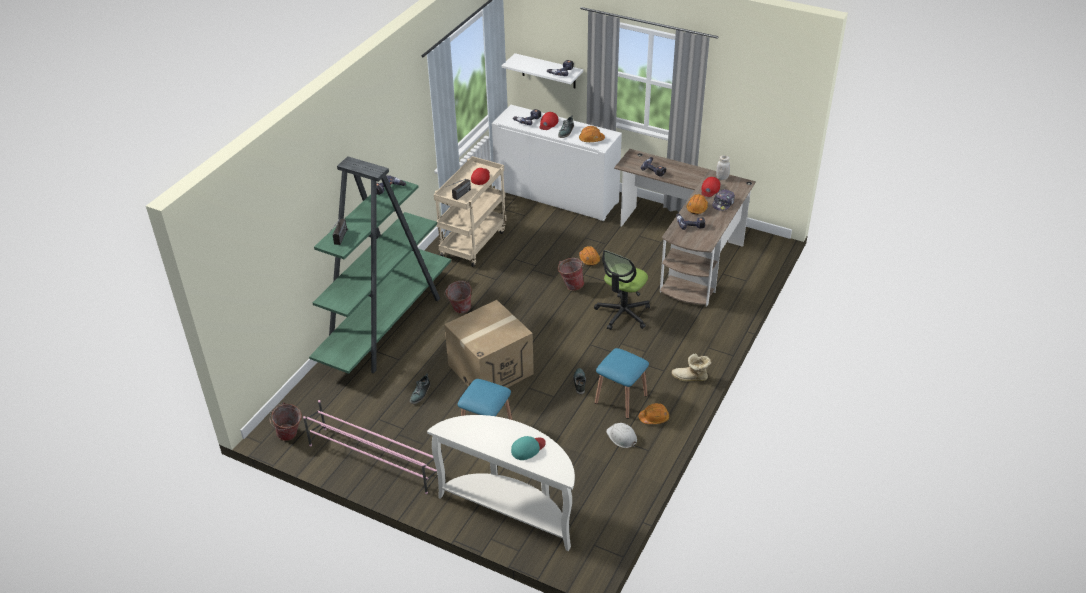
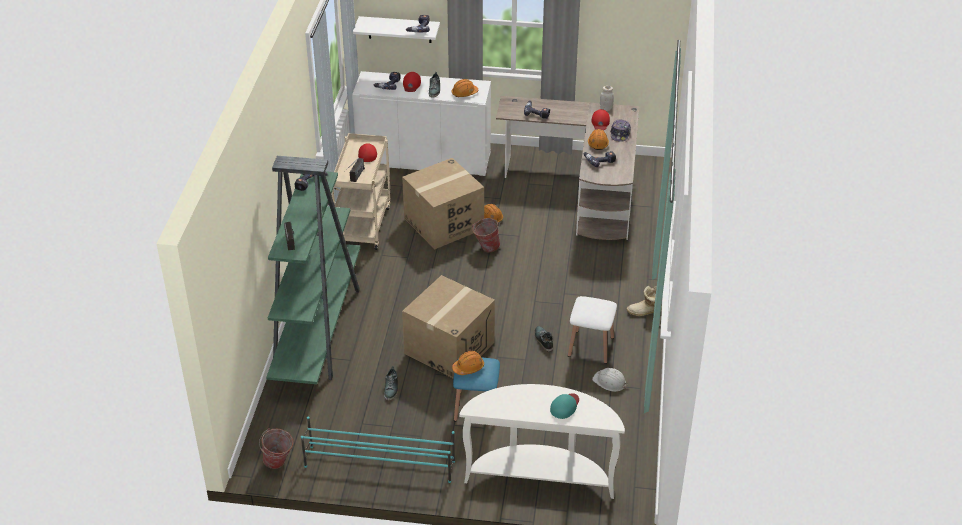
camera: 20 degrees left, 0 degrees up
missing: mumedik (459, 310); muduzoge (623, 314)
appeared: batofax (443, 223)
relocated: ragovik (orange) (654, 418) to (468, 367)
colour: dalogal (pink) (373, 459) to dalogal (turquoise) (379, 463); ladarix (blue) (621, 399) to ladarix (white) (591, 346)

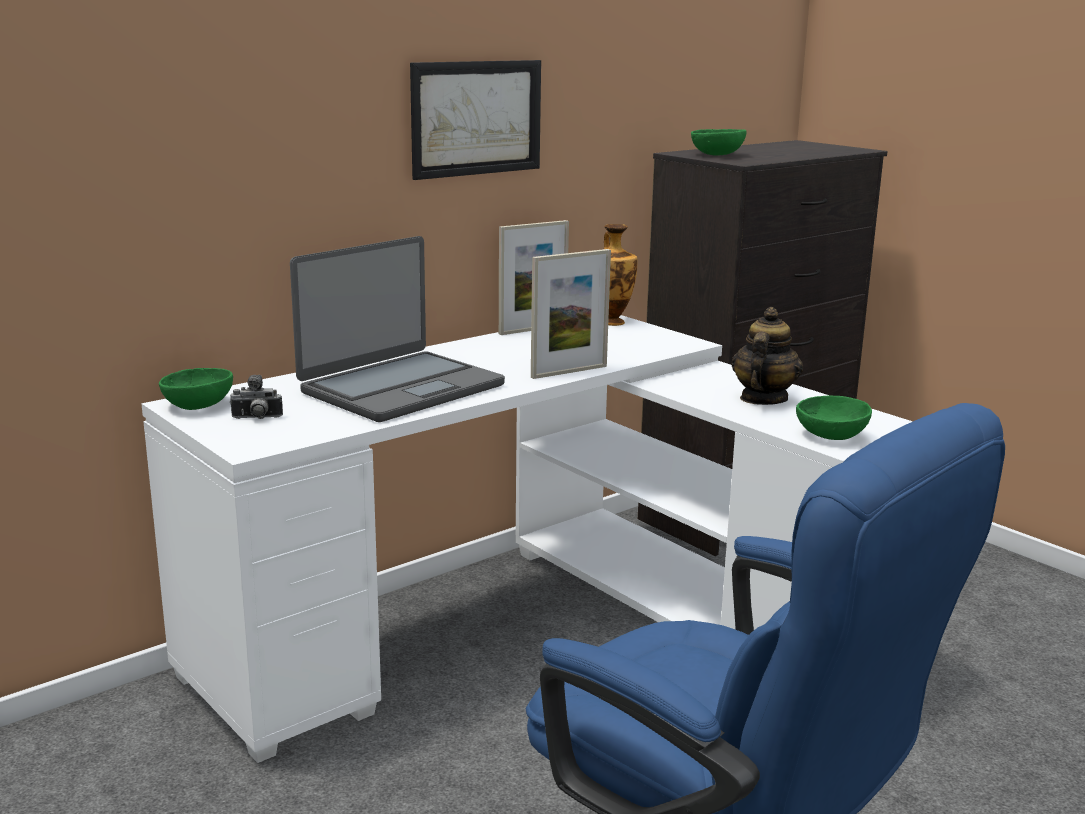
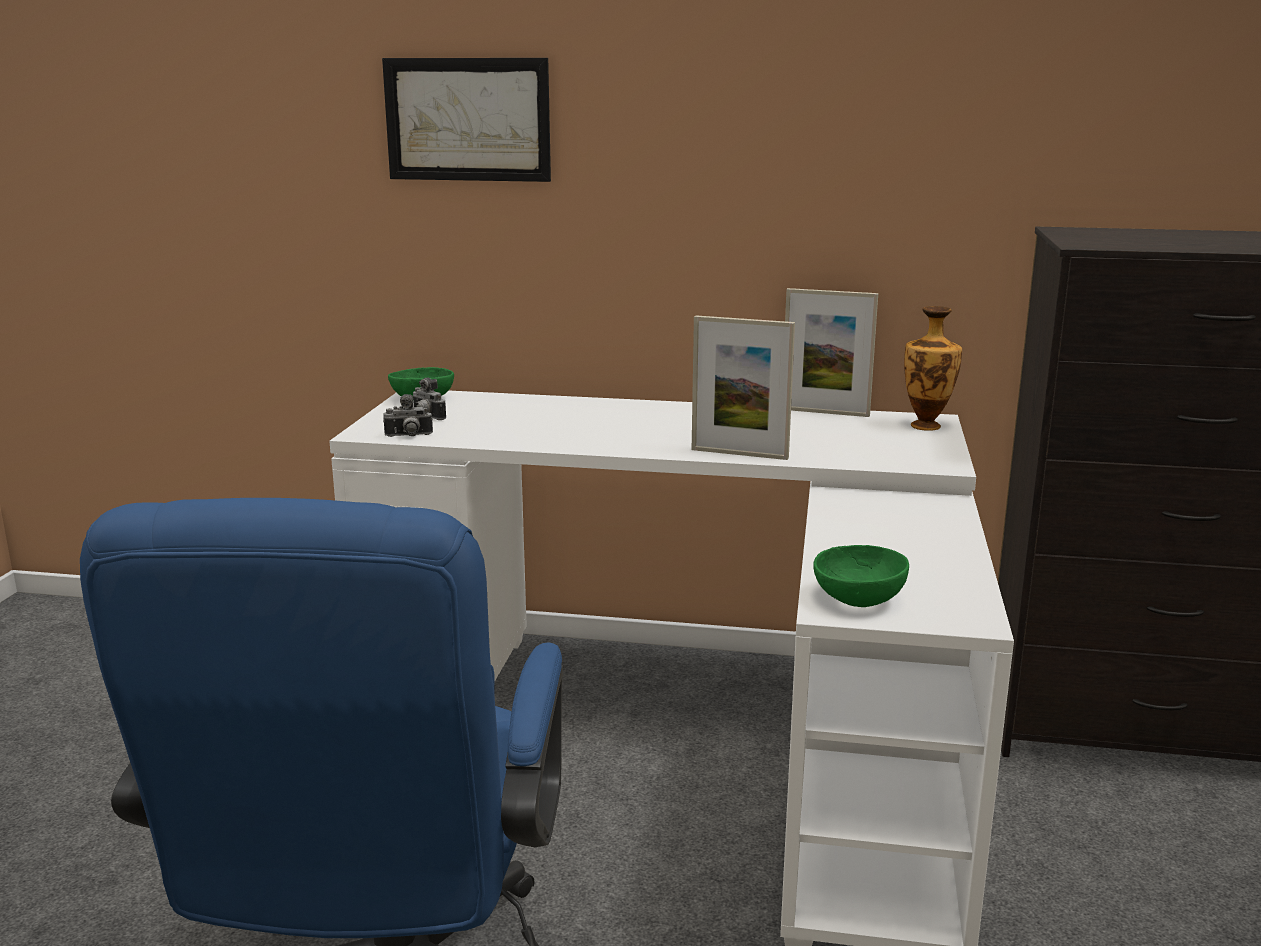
camera: 50 degrees right, 0 degrees up
missing: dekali (401, 388); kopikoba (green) (716, 154); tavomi (763, 399)
appeared: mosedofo (408, 436)
relocated: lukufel (476, 118) to (467, 119)

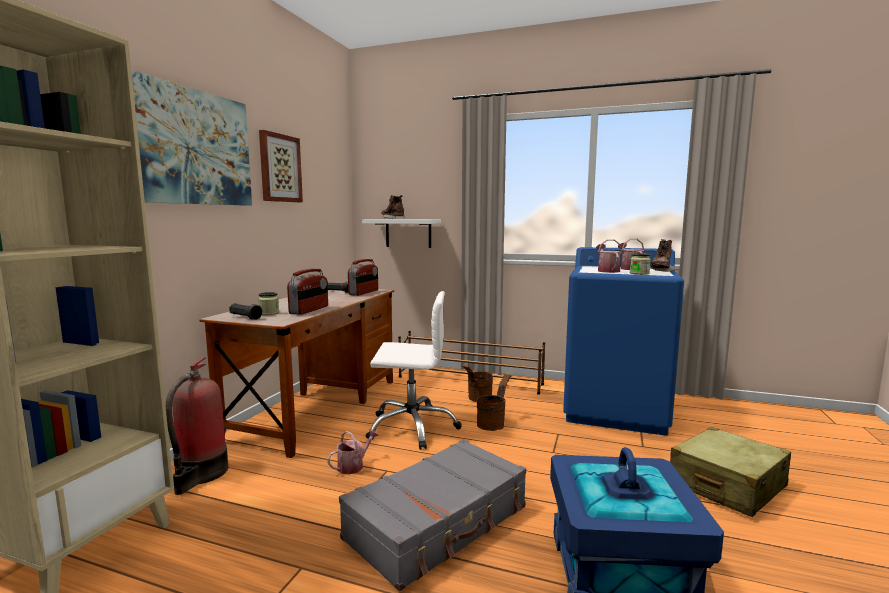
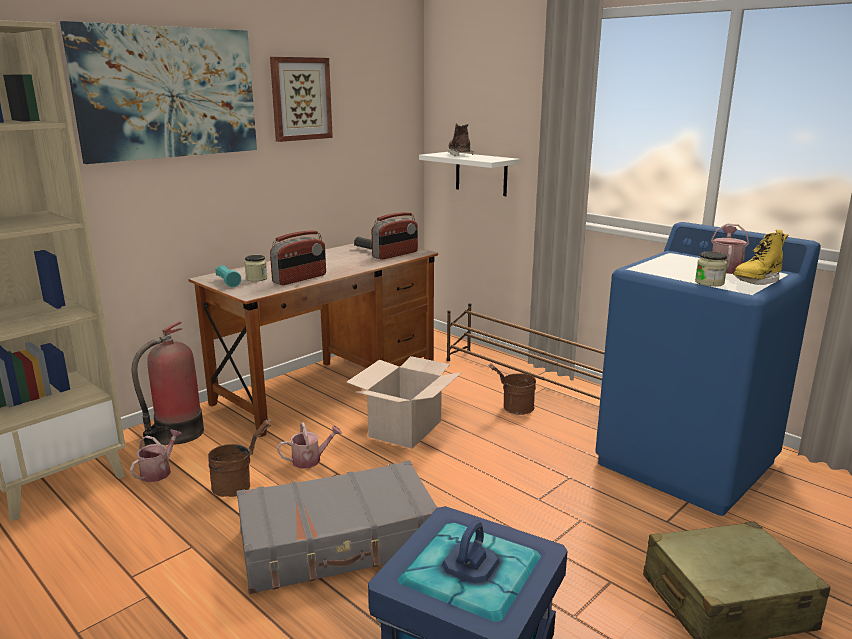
camera: 25 degrees right, 10 degrees up
relocated: mumedik (brown) (493, 424) to (239, 485); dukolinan (607, 271) to (159, 471)
exchanged: muduzoge (white) (412, 427) to batofax (406, 429)
colour: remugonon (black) (245, 317) to remugonon (turquoise) (228, 282); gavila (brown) (660, 271) to gavila (yellow) (756, 281)

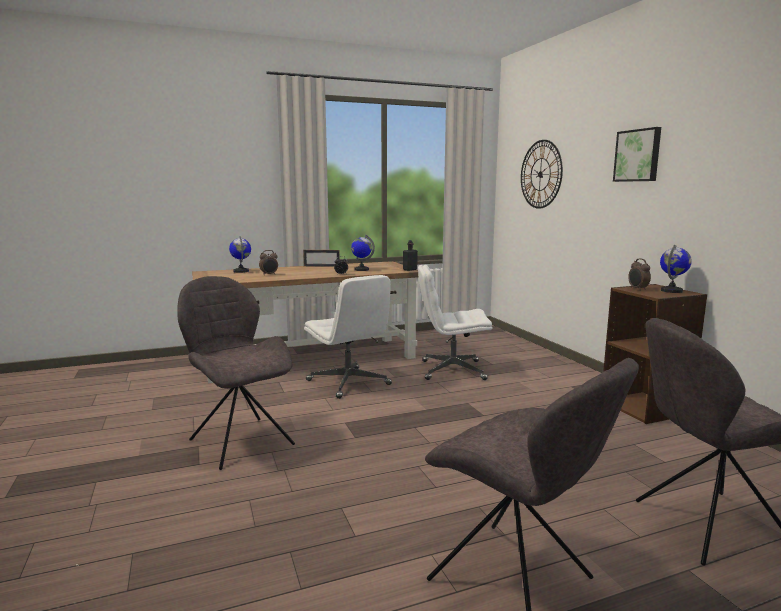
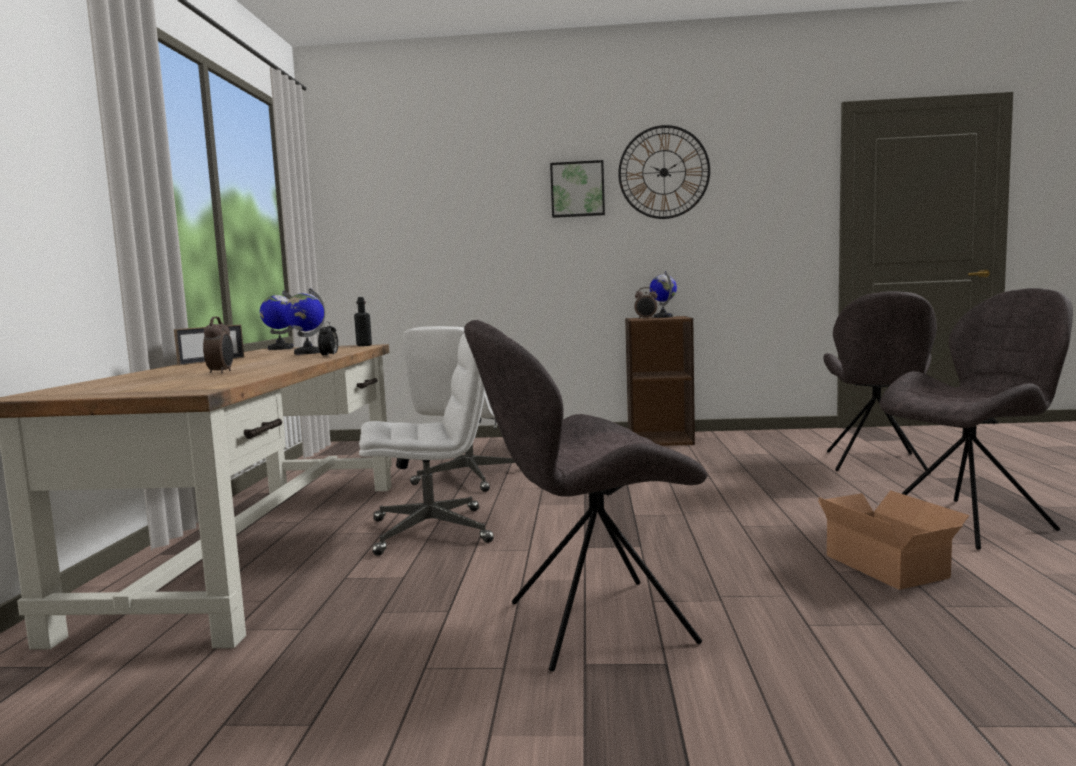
camera: 65 degrees left, 5 degrees down
appeared: batofax (887, 565)
relocated: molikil (241, 271) to (280, 348); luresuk (540, 174) to (664, 172)

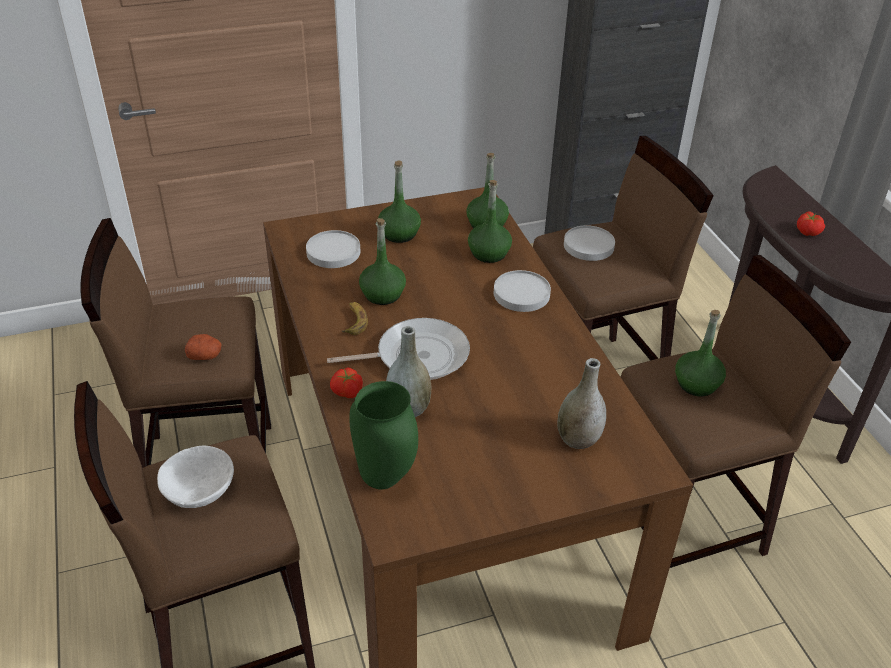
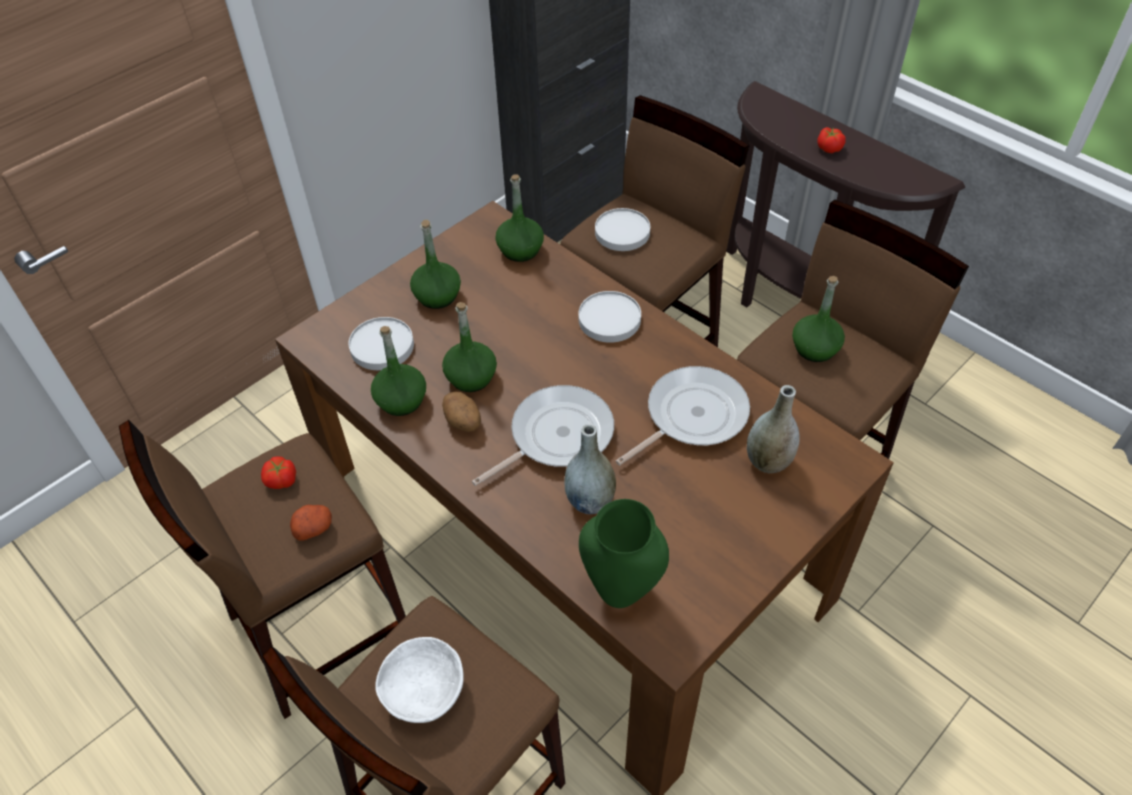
camera: 25 degrees left, 10 degrees up
appeared: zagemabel (691, 416)
relocated: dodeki (347, 391) to (281, 480); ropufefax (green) (489, 253) to (401, 400)
exchanged: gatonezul (354, 321) to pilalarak (463, 422)

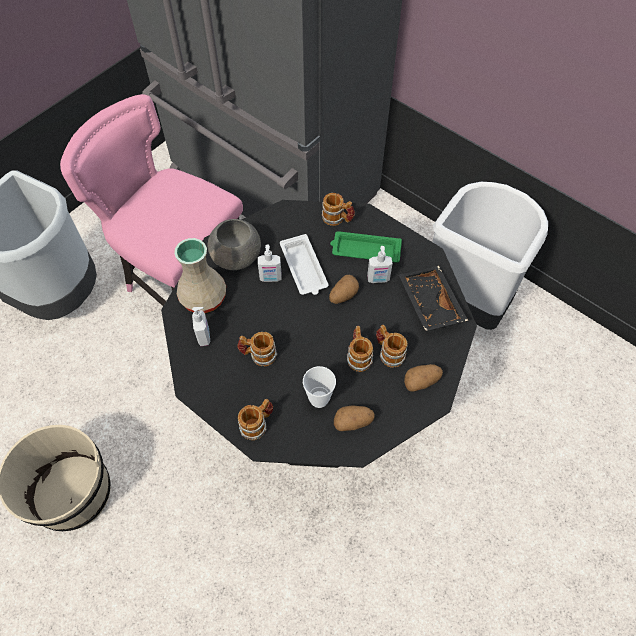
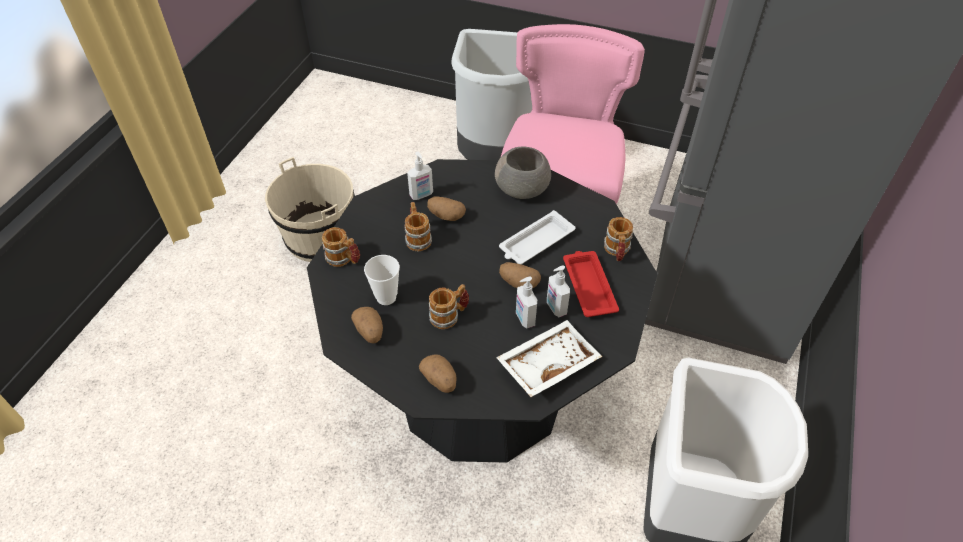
camera: 70 degrees right, 10 degrees down
missing: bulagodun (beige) (204, 298); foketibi (388, 352)
appeared: pilalarak (446, 216)
relocated: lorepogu (270, 278) to (524, 319)
colour: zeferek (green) (365, 250) to zeferek (red) (588, 286); zeferek (black) (429, 303) to zeferek (white) (547, 363)

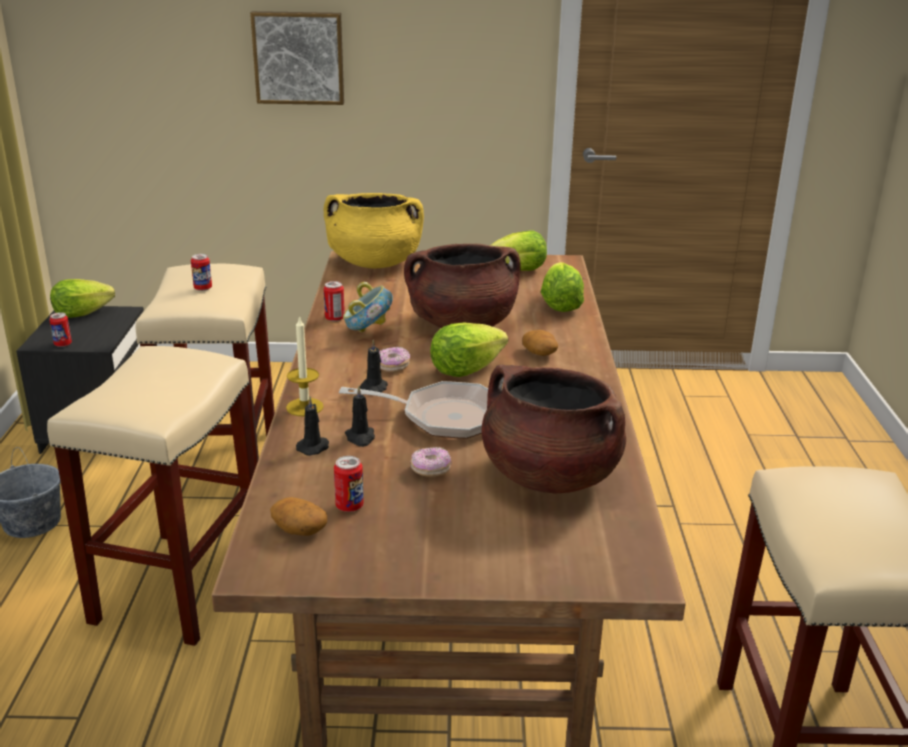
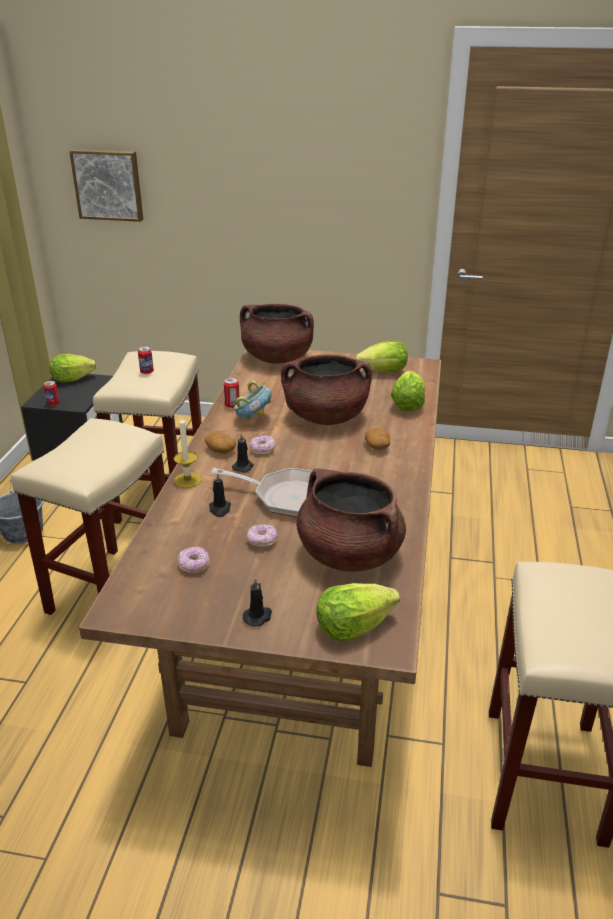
camera: 10 degrees right, 5 degrees up
relocated: lukufel (299, 57) to (108, 185); pilalarak (298, 529) to (220, 450); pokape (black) (314, 447) to (258, 617); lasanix (465, 370) to (352, 627)
exchanged: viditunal (349, 506) to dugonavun (194, 566)
colour: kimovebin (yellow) (374, 263) to kimovebin (brown) (277, 358)

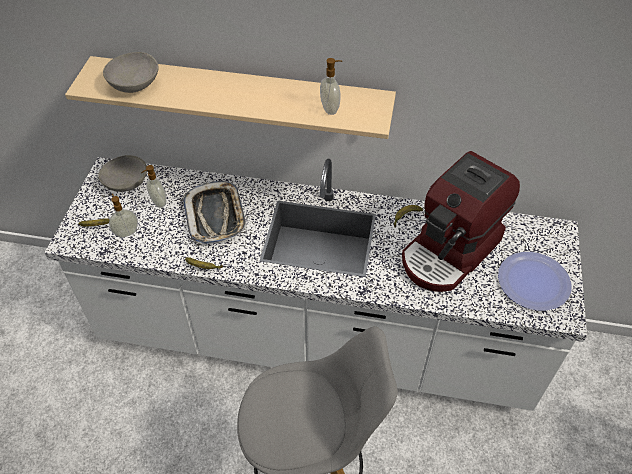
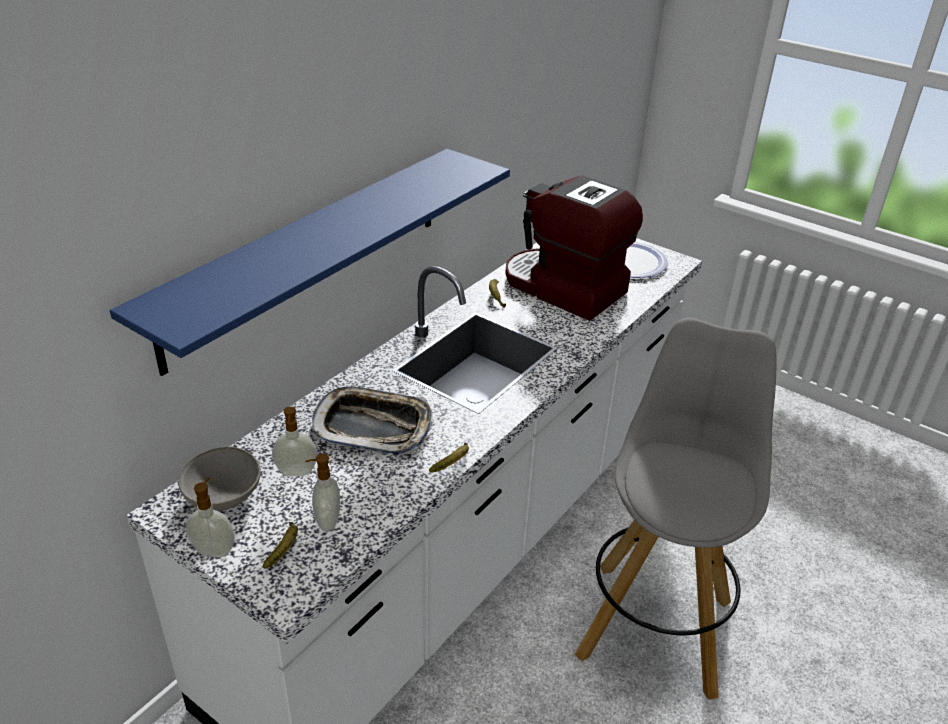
camera: 65 degrees left, 15 degrees down
missing: kopikoba (grey) (134, 84)
relocated: lorepogu (330, 108) to (214, 549)
colour: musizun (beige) (241, 96) to musizun (blue) (309, 253)
spun: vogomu (450, 252) = (563, 288) 150 degrees clockwise

